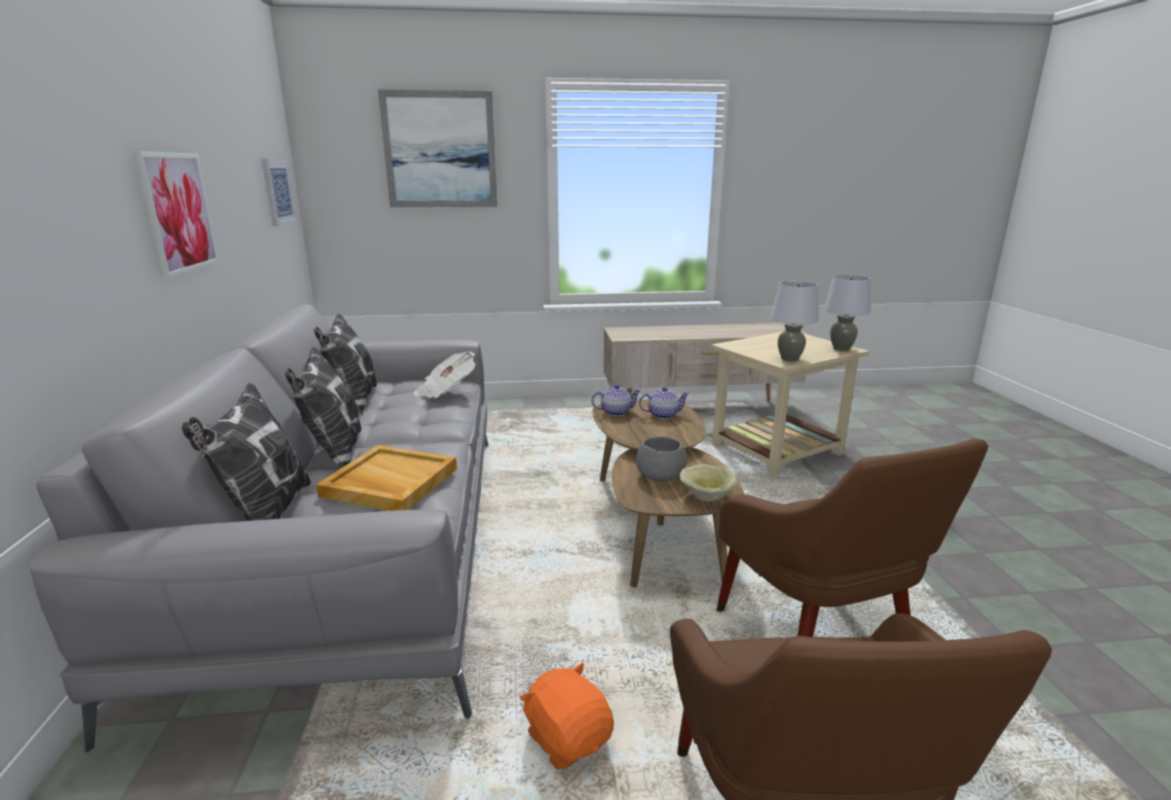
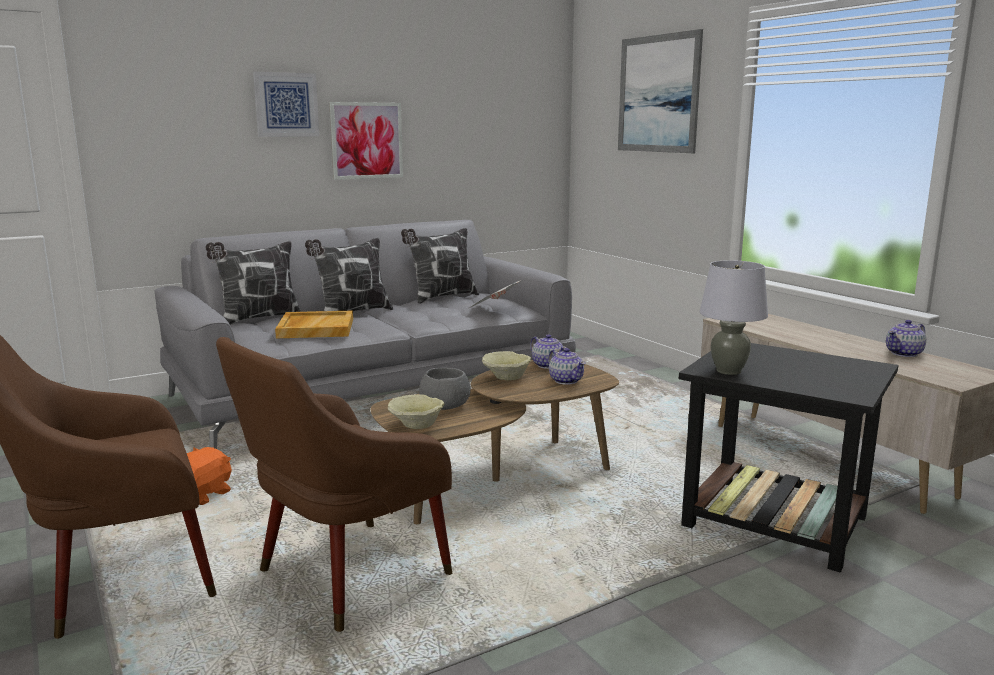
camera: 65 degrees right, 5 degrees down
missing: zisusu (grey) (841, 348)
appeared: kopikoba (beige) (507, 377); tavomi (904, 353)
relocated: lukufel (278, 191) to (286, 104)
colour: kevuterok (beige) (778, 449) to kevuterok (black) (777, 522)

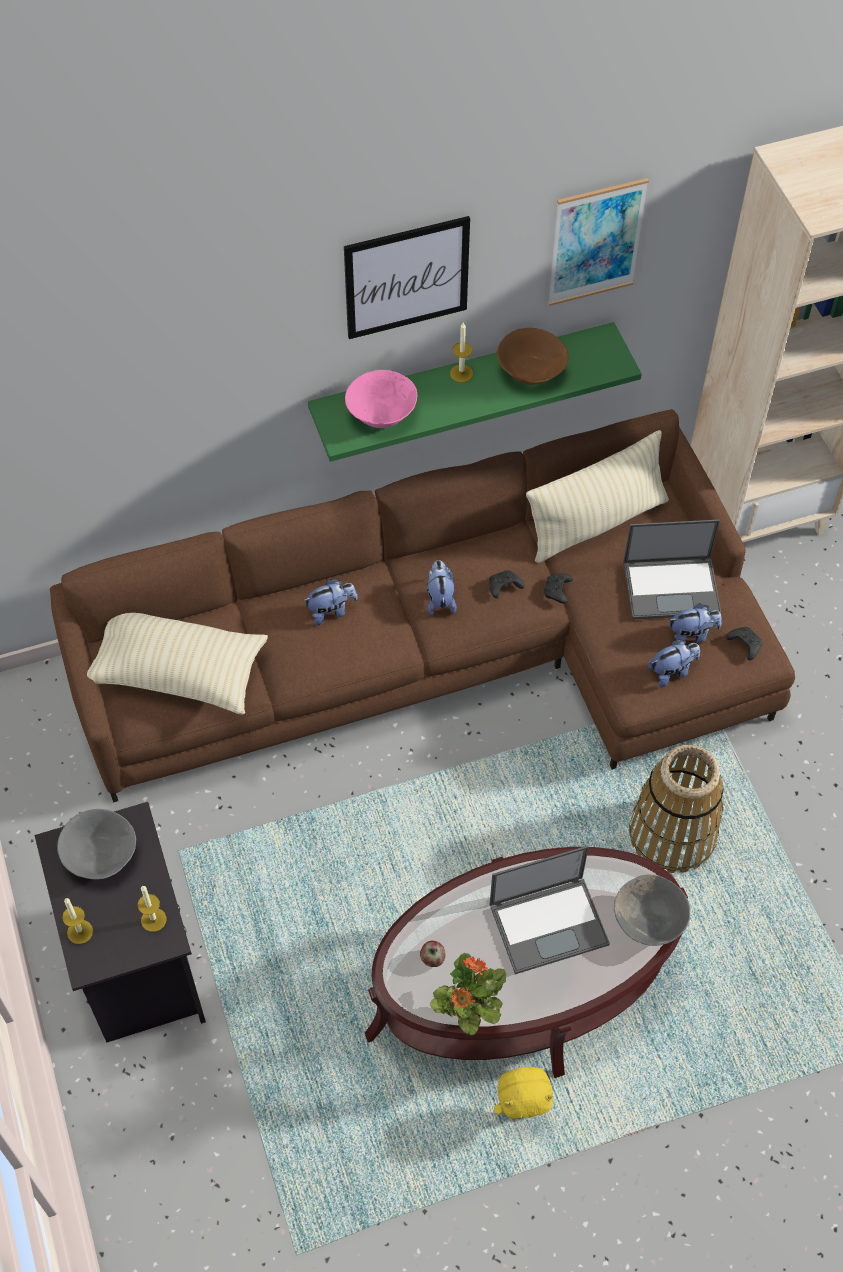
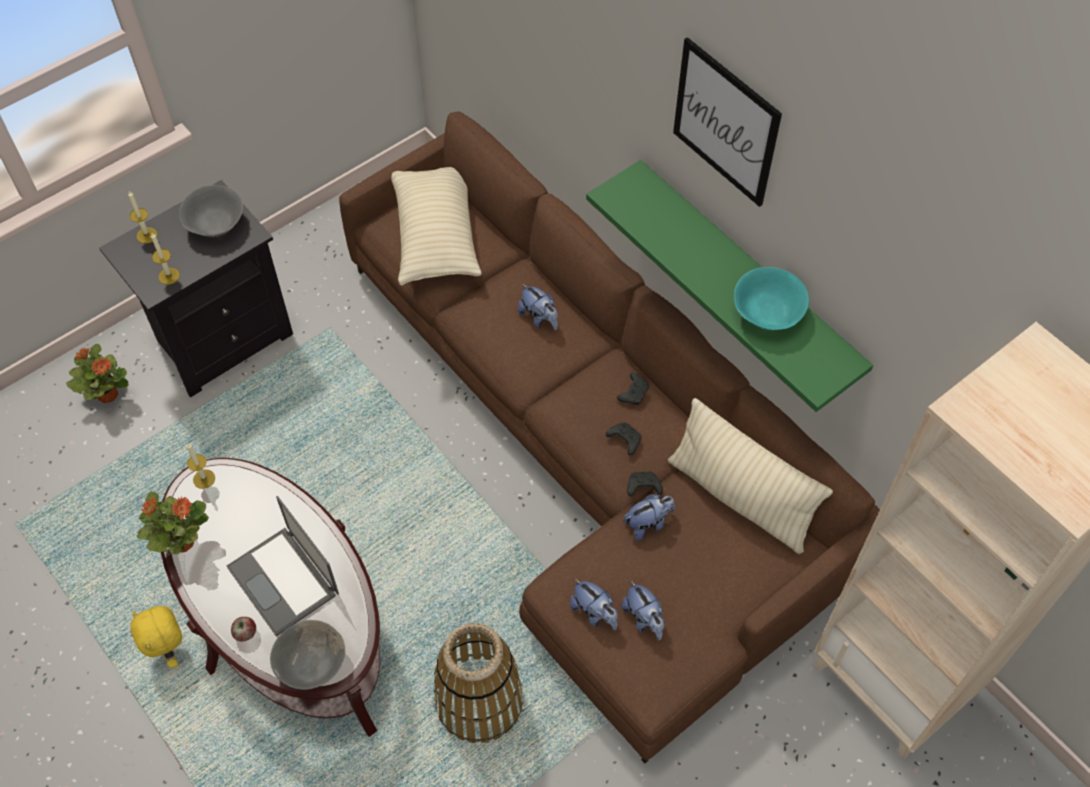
camera: 70 degrees right, 0 degrees up
missing: kopikoba (pink) (382, 414); lukufel (596, 242); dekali (672, 587)
appeared: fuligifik (107, 394)
relocated: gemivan (432, 958) to (245, 633); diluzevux (440, 599) to (648, 524); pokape (461, 373) to (204, 479); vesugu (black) (744, 644) to (633, 392)
colour: kopikoba (brown) (529, 371) to kopikoba (turquoise) (766, 312)

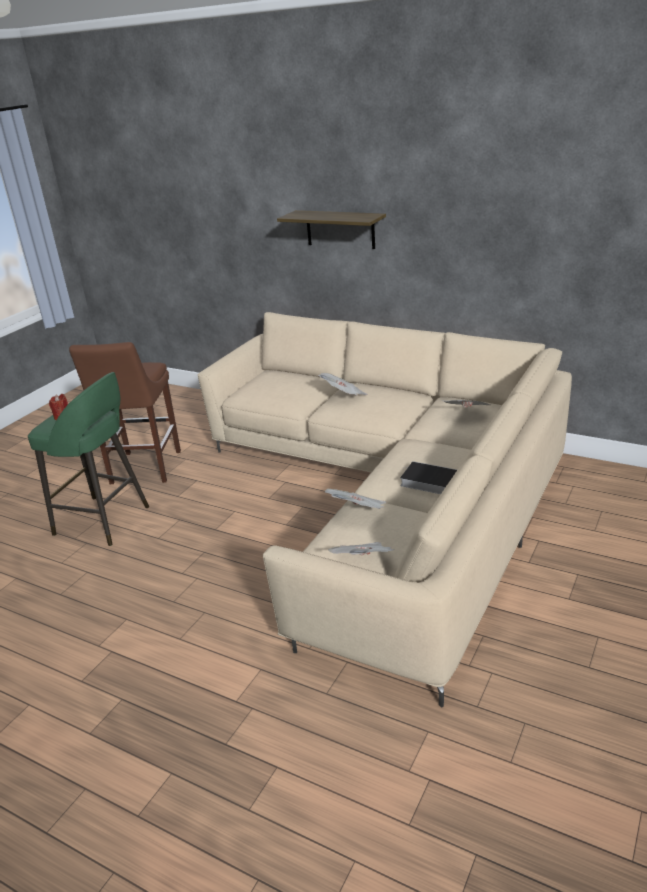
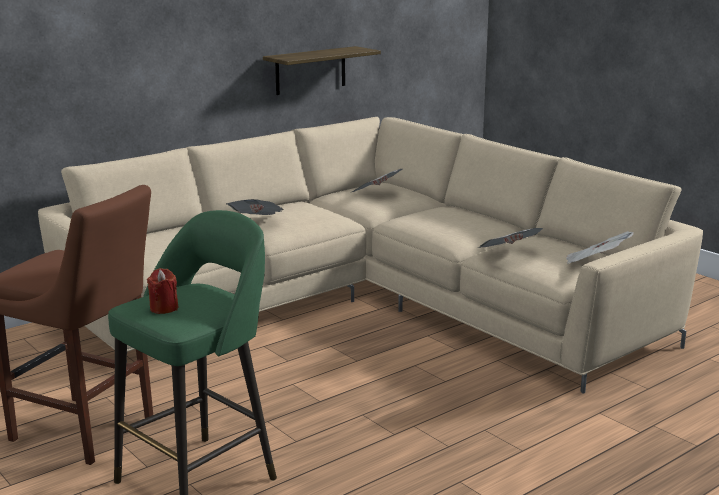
camera: 70 degrees left, 10 degrees down
missing: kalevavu (427, 481)
relocated: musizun (340, 229) to (310, 70)

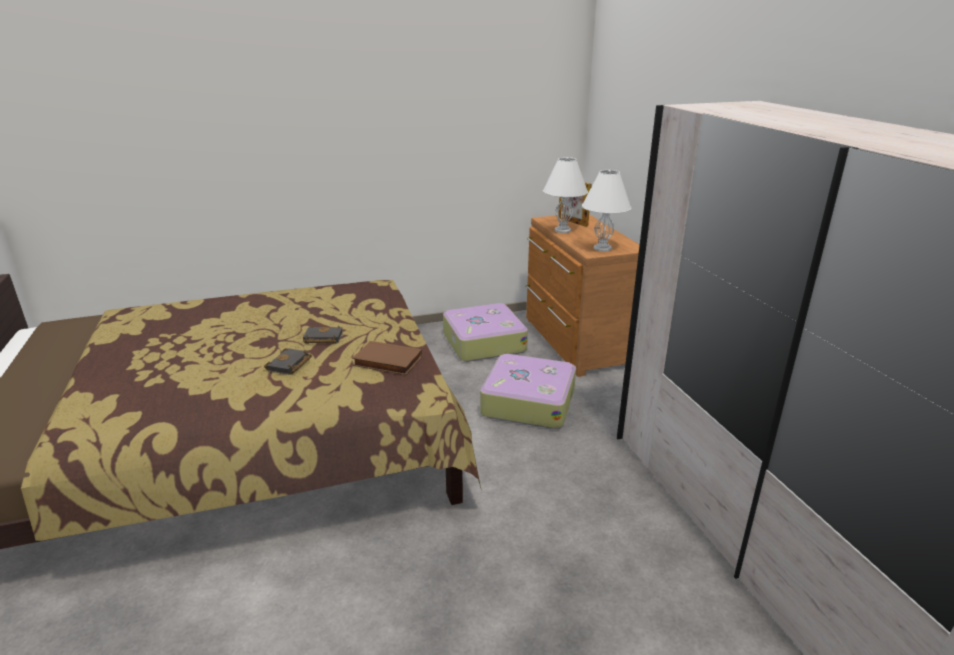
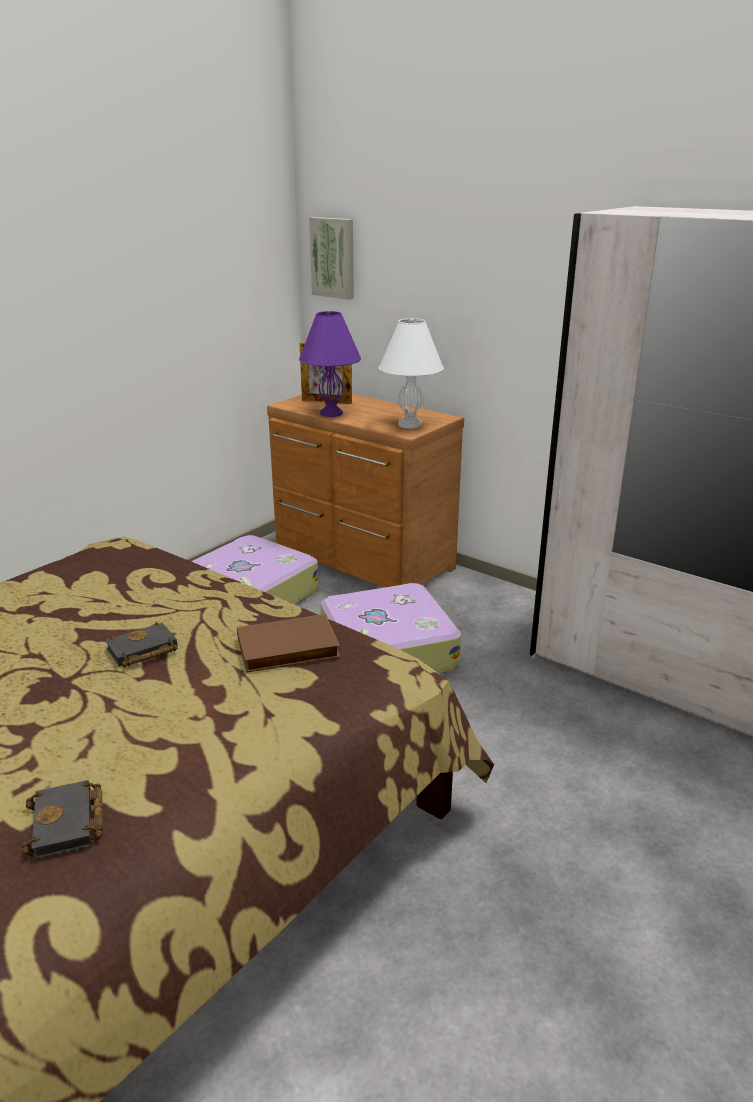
camera: 35 degrees left, 0 degrees up
appeared: lukufel (334, 258)
relocated: kalevavu (black) (289, 365) to (68, 825)
colour: zisusu (white) (562, 230) to zisusu (purple) (331, 413)

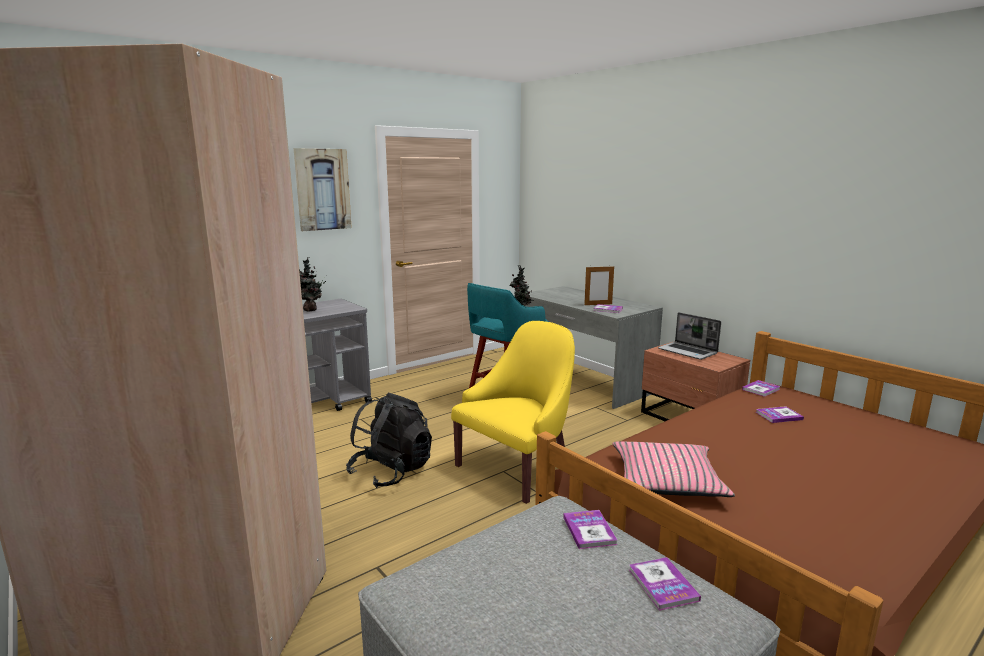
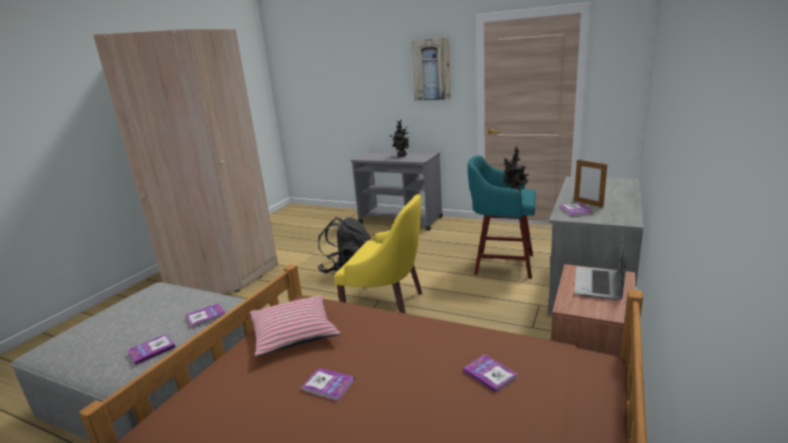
camera: 65 degrees right, 5 degrees up
relocated: kalevavu (761, 389) to (328, 385)

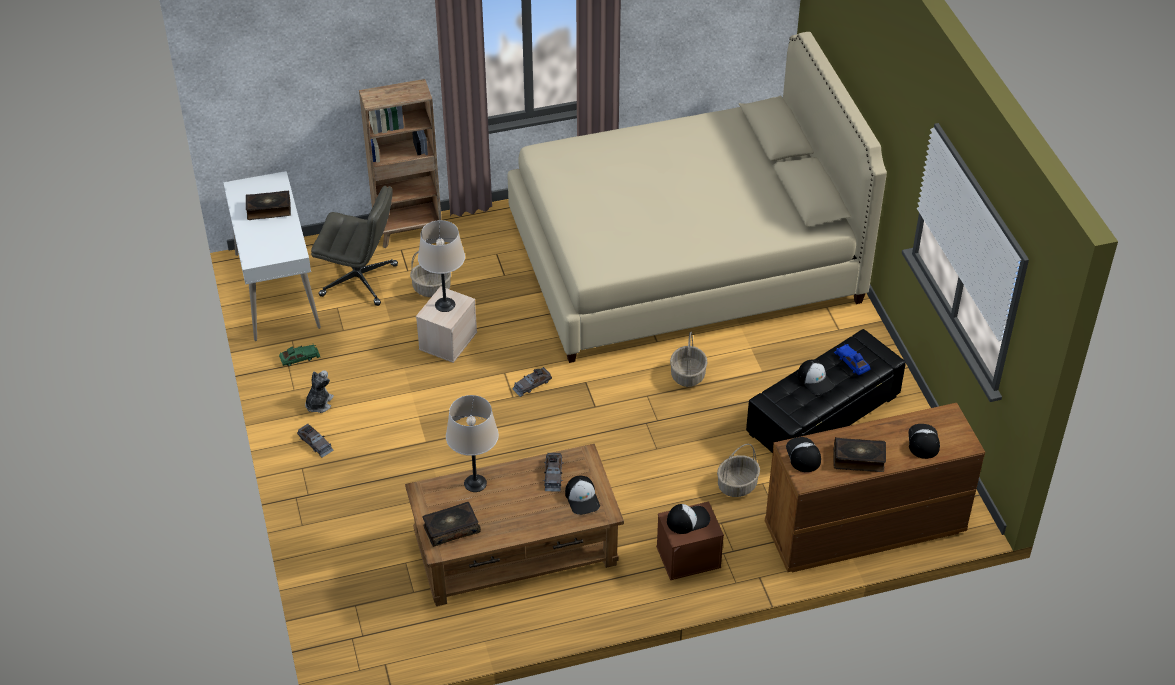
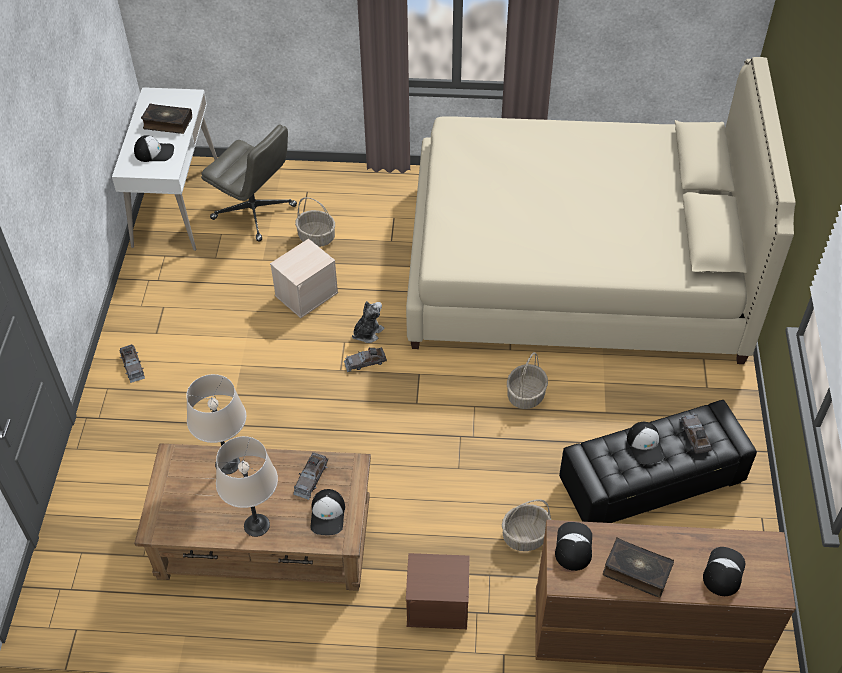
camera: 20 degrees right, 5 degrees up
missing: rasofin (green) (300, 358); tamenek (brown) (409, 232); kalevavu (451, 528)
relocated: diluzevux (318, 403) to (367, 333); zisusu (beige) (445, 305) to (256, 525); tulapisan (688, 519) to (154, 152)
colour: rasofin (blue) (851, 362) to rasofin (grey) (694, 435)

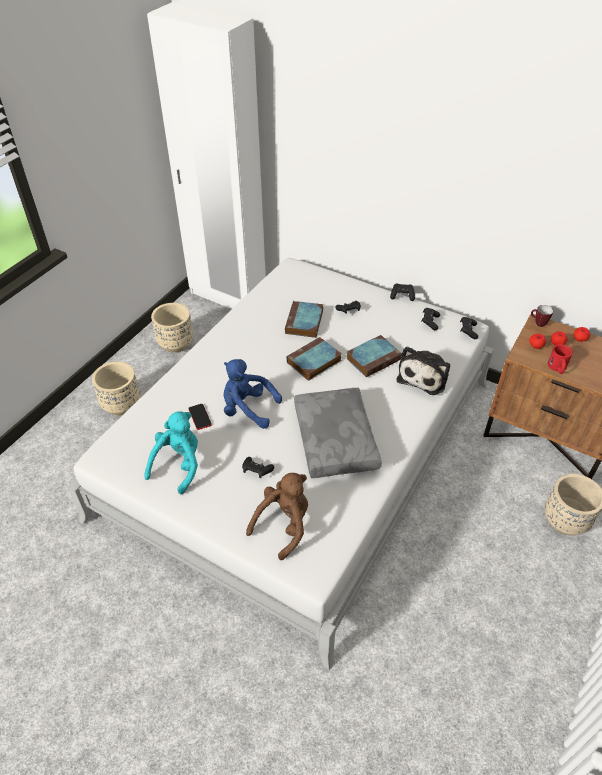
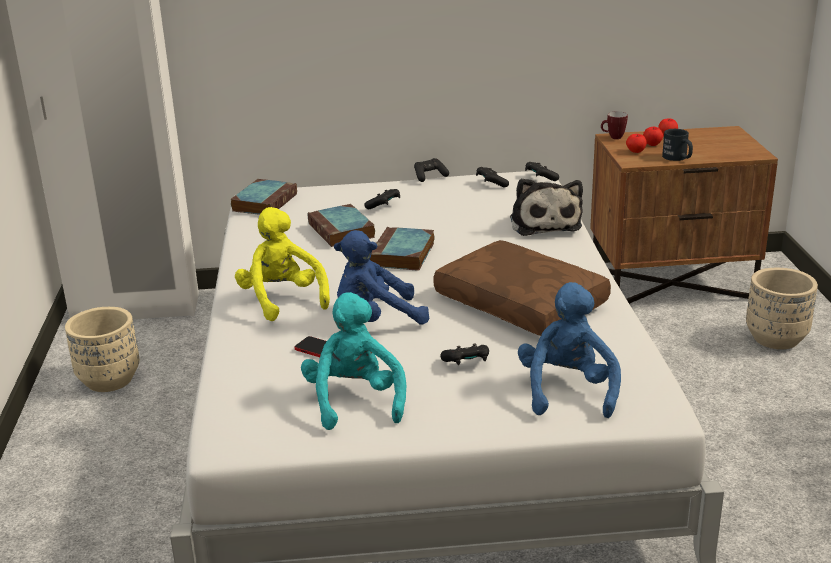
camera: 35 degrees left, 20 degrees down
missing: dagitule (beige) (122, 405)
appeared: diluzevux (yellow) (282, 300)
relocated: kalevavu (374, 358) to (265, 202)
colour: diluzevux (brown) (284, 525) to diluzevux (blue) (567, 390); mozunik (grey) (337, 440) to mozunik (brown) (523, 303); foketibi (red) (557, 368) to foketibi (black) (678, 158)

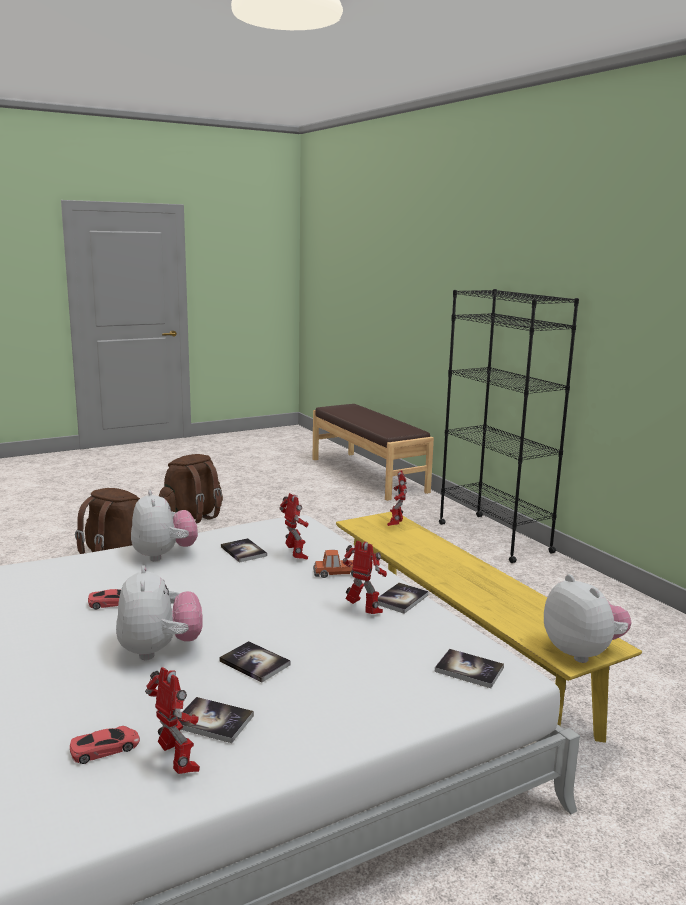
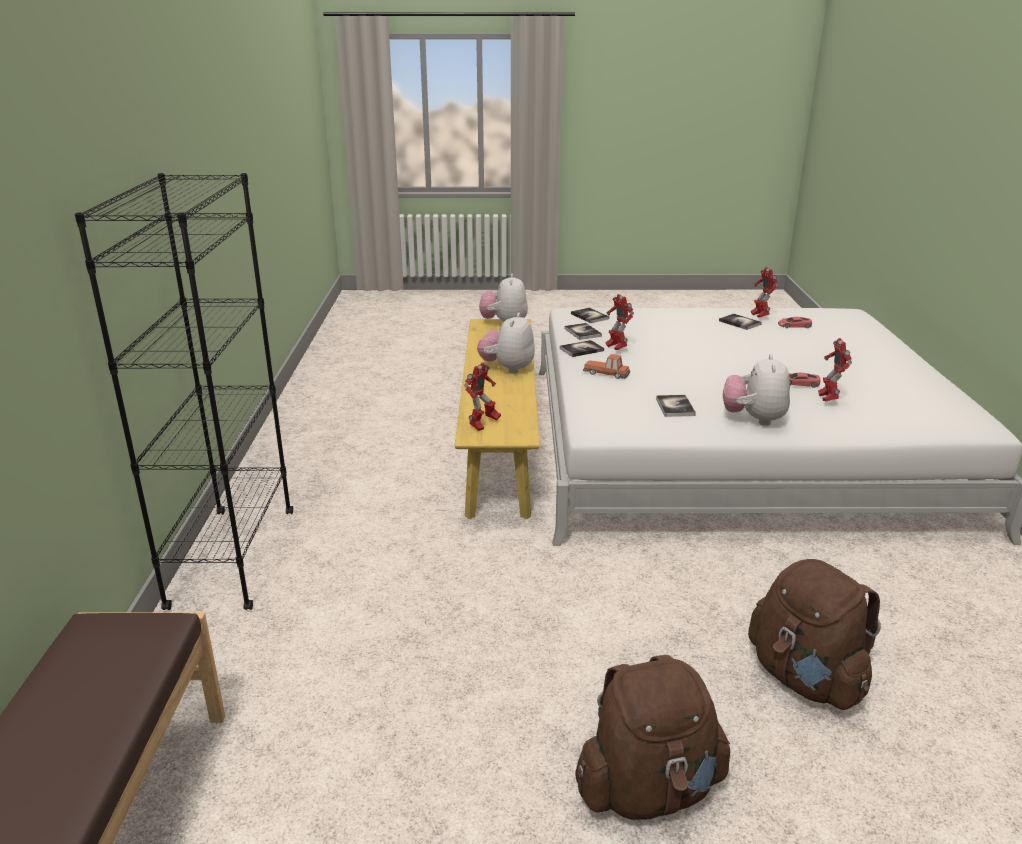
camera: 150 degrees left, 10 degrees up
relocated: diluzevux (159, 650) to (507, 368); kalevavu (255, 663) to (582, 332); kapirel (296, 556) to (827, 399)

